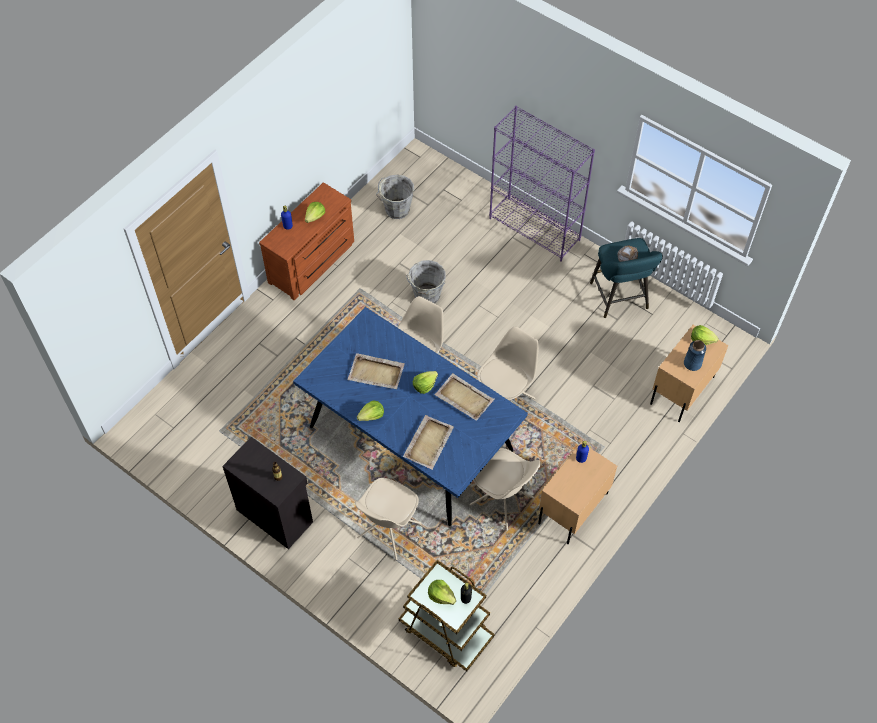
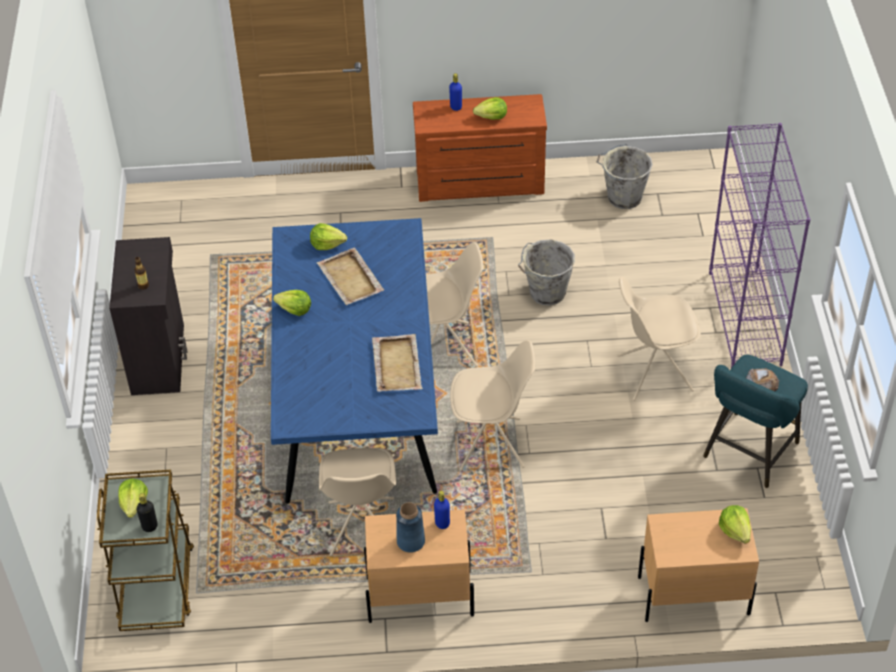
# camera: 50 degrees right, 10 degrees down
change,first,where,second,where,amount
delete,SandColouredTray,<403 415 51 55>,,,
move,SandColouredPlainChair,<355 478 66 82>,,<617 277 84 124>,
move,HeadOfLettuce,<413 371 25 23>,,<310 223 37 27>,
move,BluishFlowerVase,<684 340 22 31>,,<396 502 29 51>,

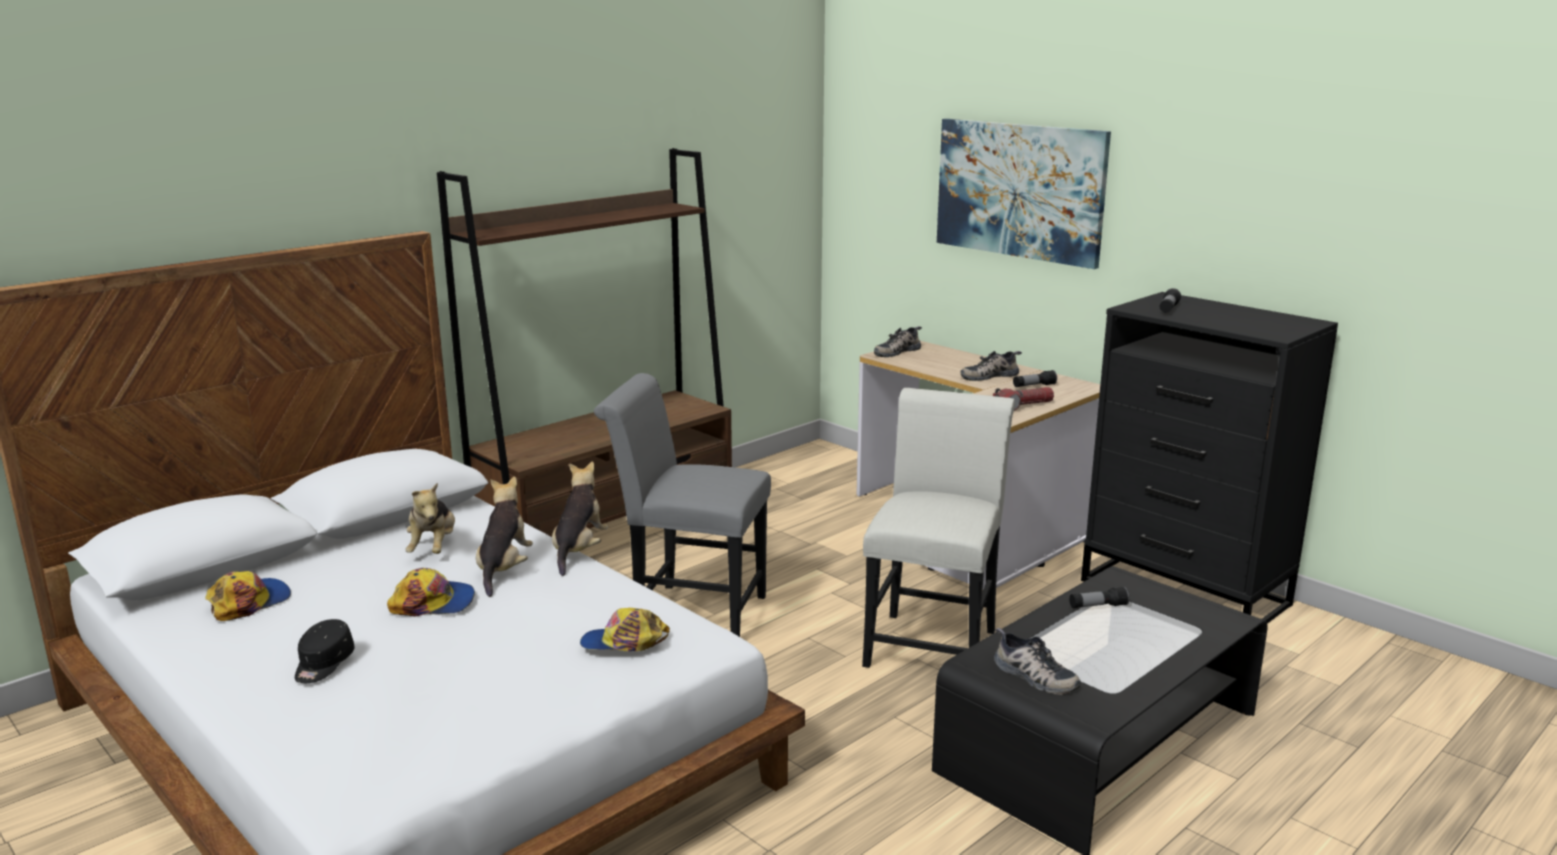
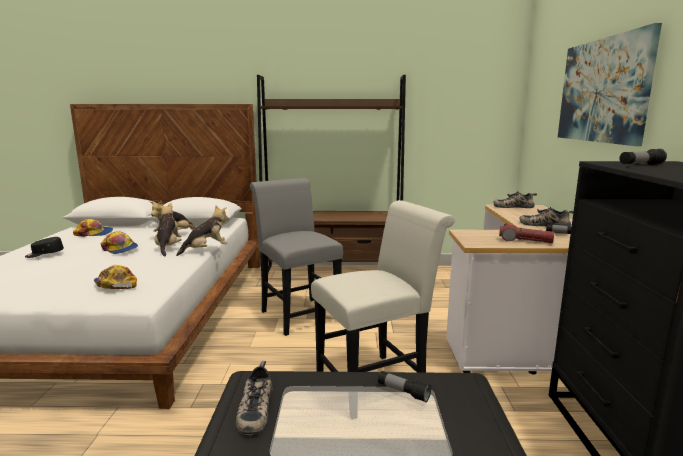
# camera: 45 degrees right, 5 degrees down
change,first,where,second,where,amount
rotate,CuddlyToy,<476 476 57 121>,,<155 203 27 53>,60 degrees counterclockwise

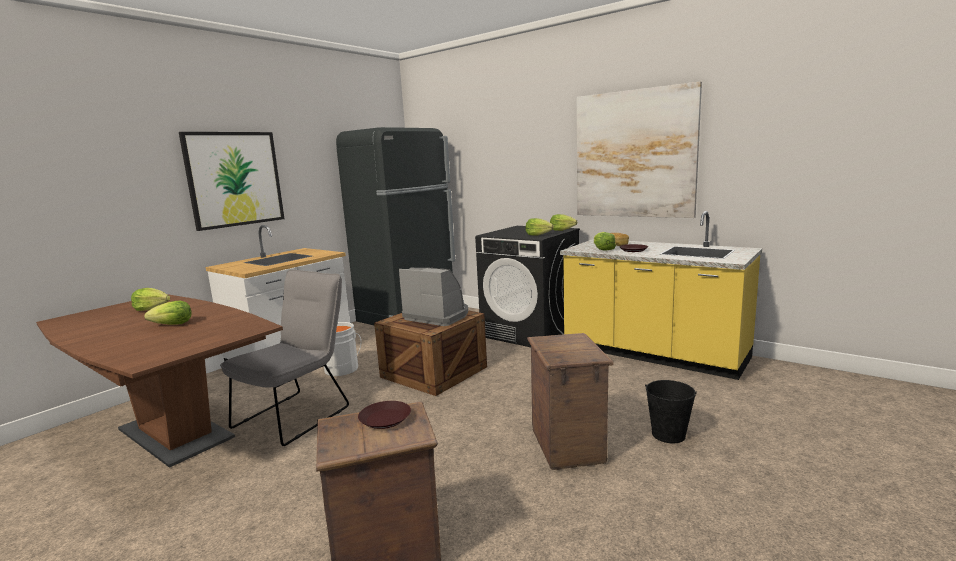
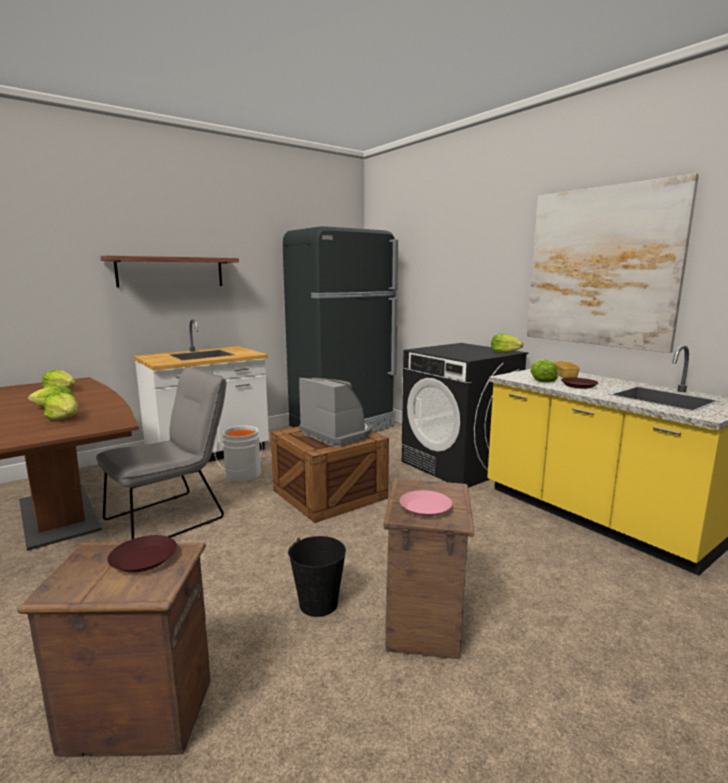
# camera: 15 degrees right, 0 degrees up
change,first,where,second,where,amount
insert,,,PinkDinnerPlate,<400 490 52 27>,
move,HeadOfLettuce,<526 218 28 18>,,<44 393 34 27>,
move,BlackColouredBucket,<645 380 52 63>,,<288 536 58 81>,
replace,WallPicture,<179 132 105 99>,BracketShelf,<100 255 139 32>,

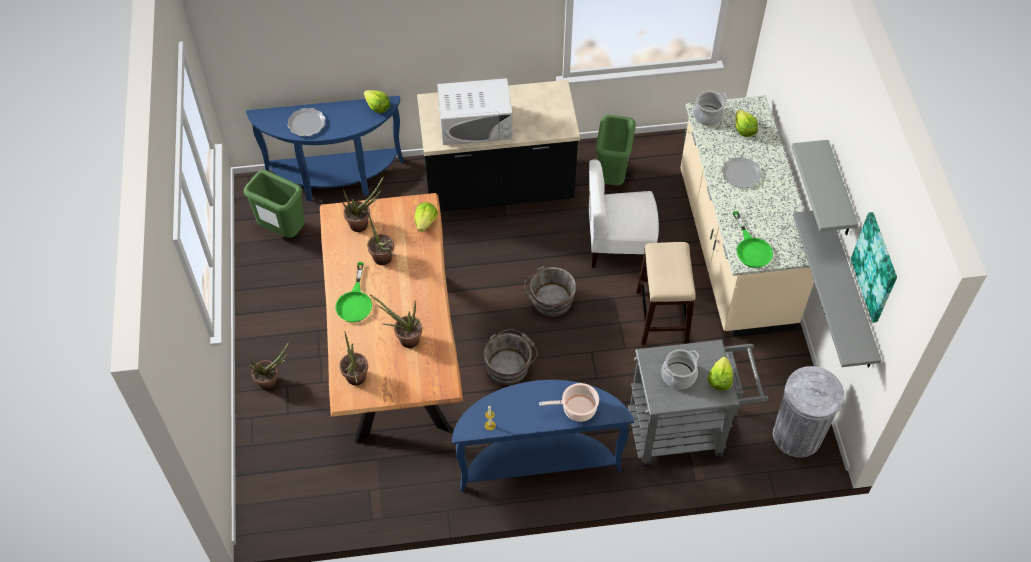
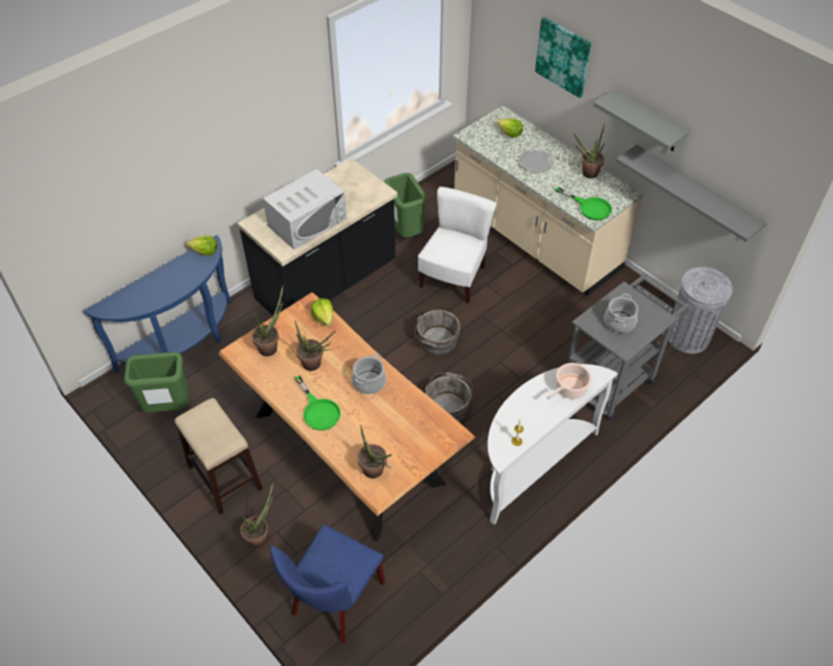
# camera: 35 degrees left, 5 degrees down
change,first,where,second,where,amount
delete,DinnerPlate,<287 108 39 28>,,,
delete,HeadOfLettuce,<707 357 26 34>,,,
insert,,,BluishPlainChair,<270 525 115 118>,
move,PlantInAPot,<370 295 52 53>,,<574 123 31 55>,
move,StoolSeat,<636 242 60 103>,,<175 398 88 117>,
move,Saucepot,<693 91 34 35>,,<352 353 34 41>,
move,WallPicture,<851 212 46 111>,,<535 17 56 81>,
recolor,BluishHallTable,<452 380 182 111>,WhitishHallTable,<487 364 131 161>,
rotate,WhitishPlainChair,<589 160 70 108>,,<418 187 78 116>,150 degrees clockwise

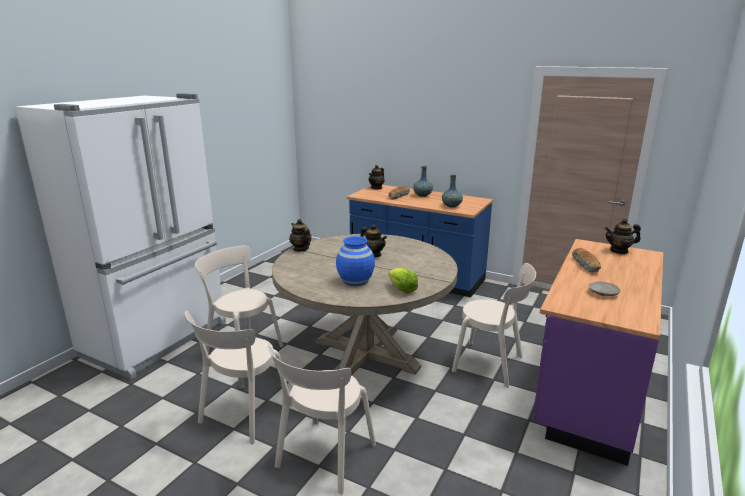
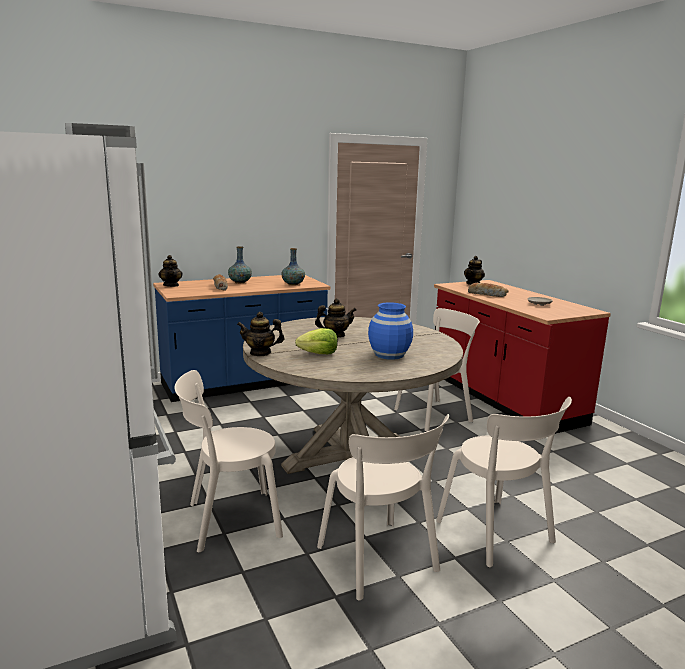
# camera: 55 degrees left, 5 degrees down
change,first,where,second,where,amount
move,HeadOfLettuce,<388 268 30 25>,,<295 328 43 26>,
recolor,PurplishKitchenCounter,<532 239 131 227>,RedColouredKitchenCounter,<434 280 177 154>,

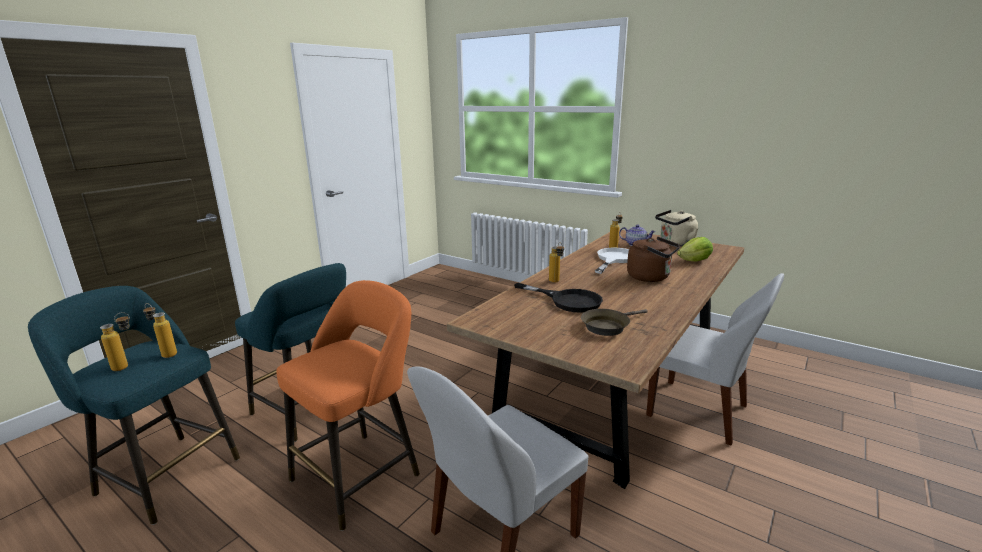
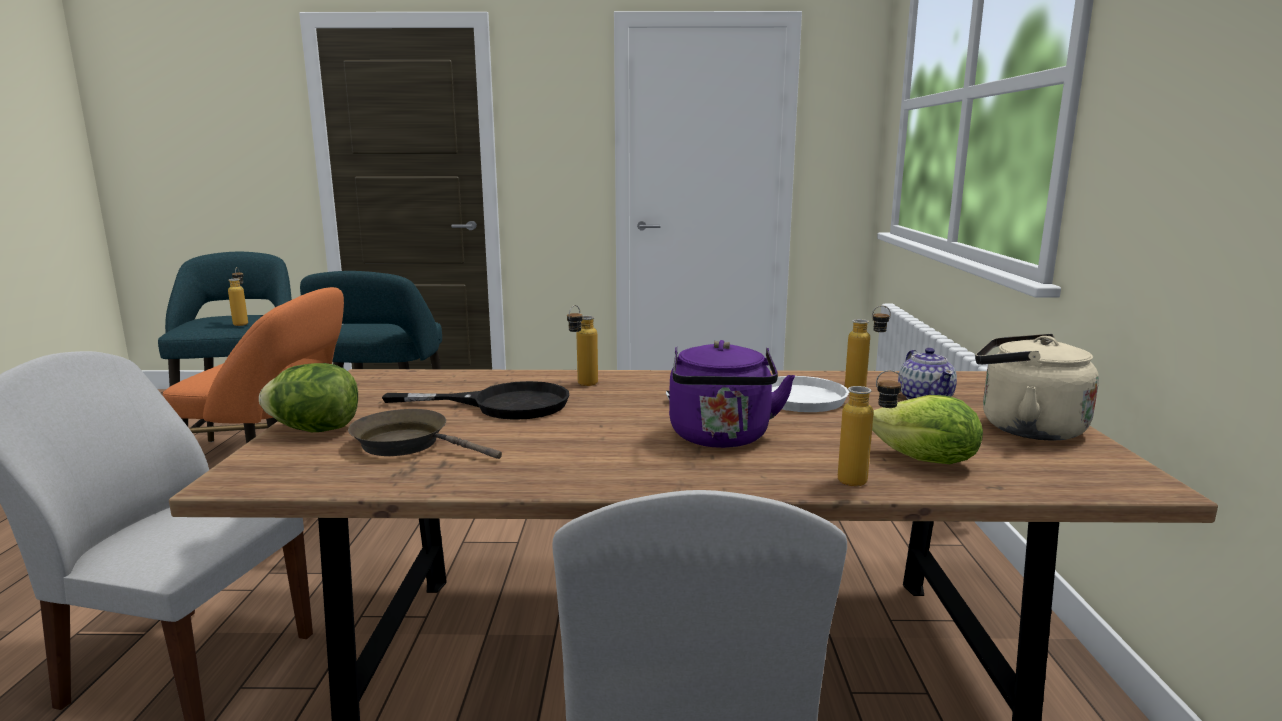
# camera: 55 degrees right, 5 degrees down
change,first,where,second,where,amount
insert,,,HeadOfLettuce,<259 363 99 69>,
move,DrinkBottle,<100 312 30 59>,,<838 370 66 116>,
recolor,BrownishWaterKettle,<627 237 53 45>,PurplishWaterKettle,<669 340 126 108>,
rotate,BlackColouredSkillet,<514 283 89 30>,,<382 381 187 39>,90 degrees counterclockwise

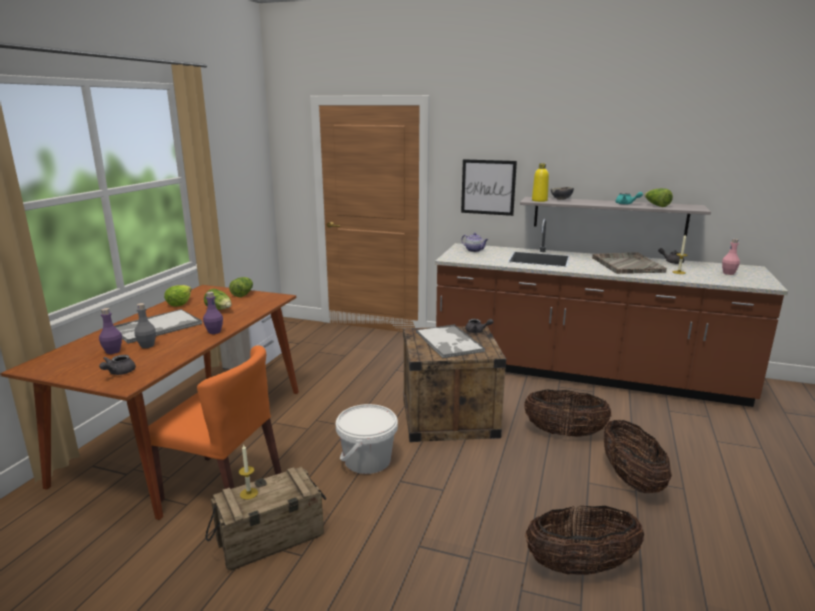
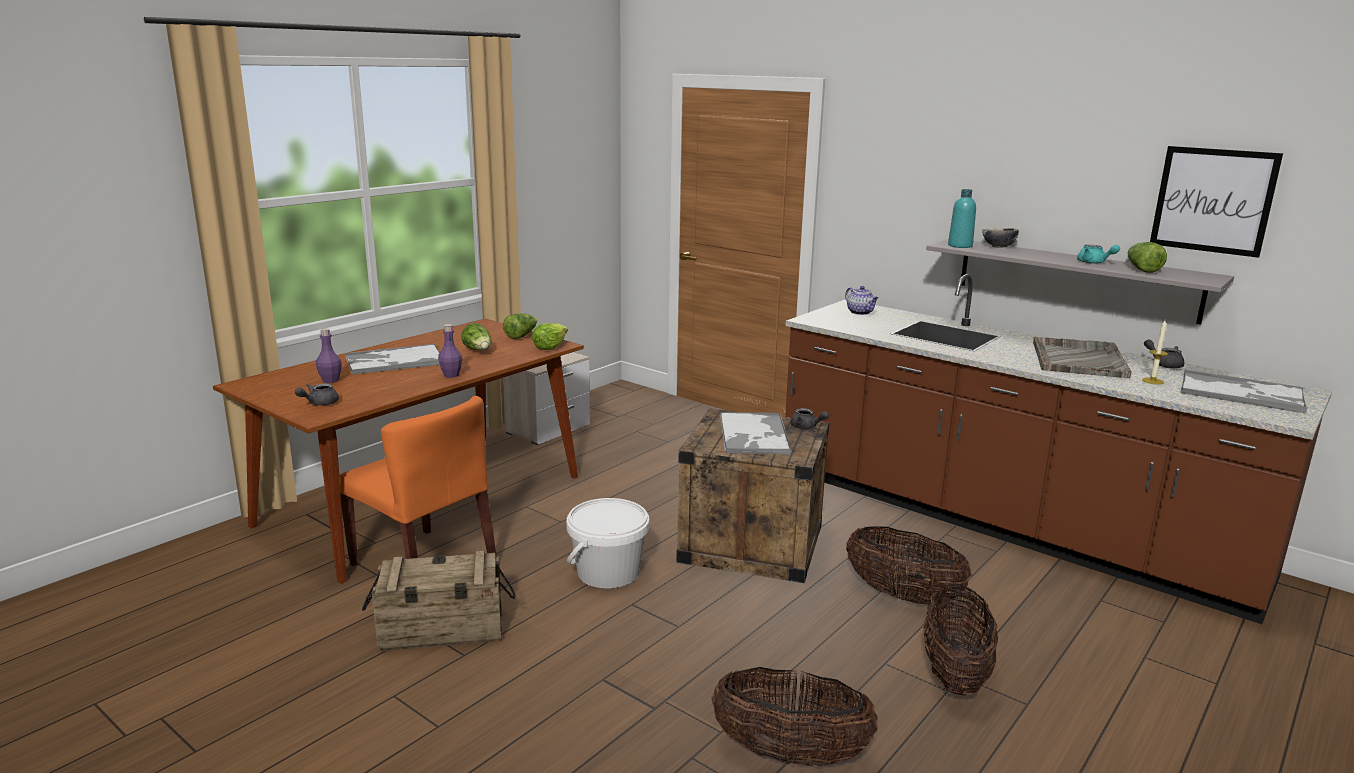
# camera: 20 degrees right, 0 degrees up
change,first,where,second,where,amount
delete,GreyDrinkBottle,<135 303 21 45>,,,
delete,WaxCandle,<239 444 19 56>,,,
move,HeadOfLettuce,<164 285 28 21>,,<532 323 36 27>,
move,WallPicture,<461 159 56 57>,,<1150 146 133 112>,
replace,PinkDrinkBottle,<722 238 18 37>,Tray,<1180 369 127 44>,
recolor,YellowColouredDrinkBottle,<532 164 17 38>,TurquoiseColouredDrinkBottle,<948 189 28 59>,

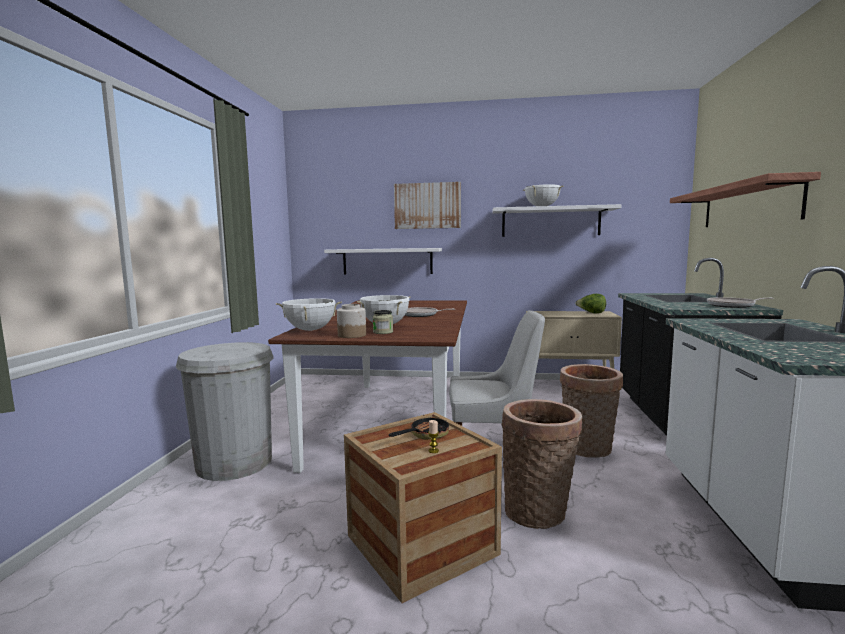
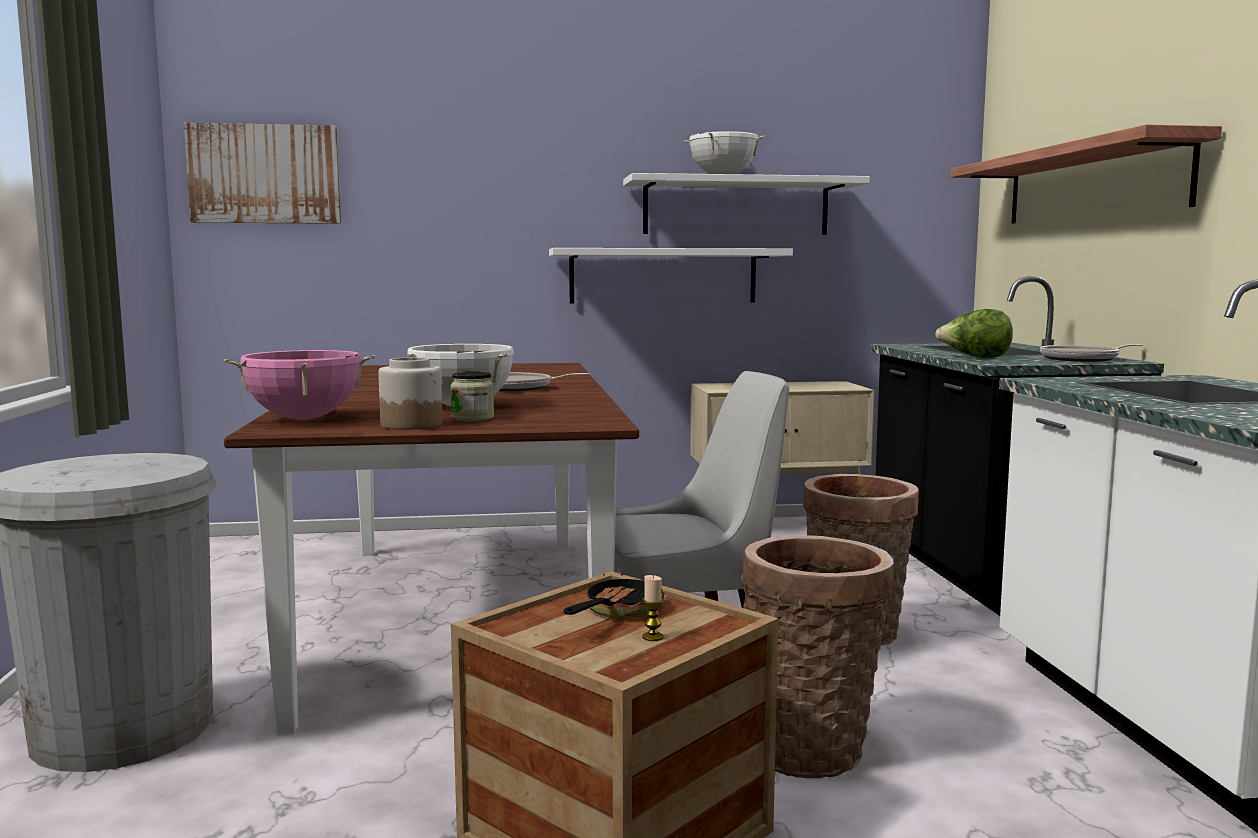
# camera: 15 degrees left, 0 degrees up
change,first,where,second,where,amount
move,WhitishBracketShelf,<324 248 118 27>,,<549 248 244 55>,
move,WallPicture,<394 182 67 47>,,<184 123 157 101>,
move,HeadOfLettuce,<575 294 31 19>,,<935 309 78 49>,
recolor,WhitishSaucepot,<276 298 66 33>,PinkSaucepot,<224 350 151 70>,

